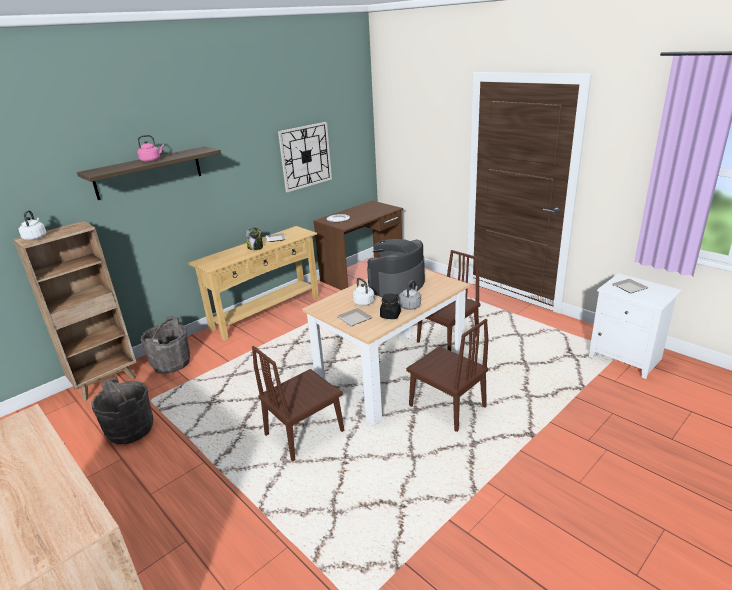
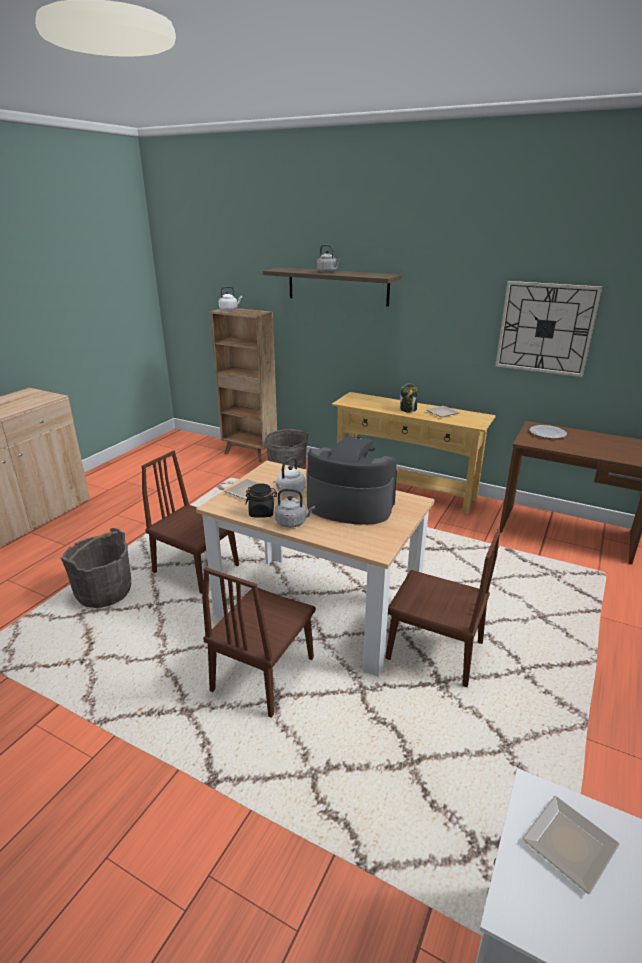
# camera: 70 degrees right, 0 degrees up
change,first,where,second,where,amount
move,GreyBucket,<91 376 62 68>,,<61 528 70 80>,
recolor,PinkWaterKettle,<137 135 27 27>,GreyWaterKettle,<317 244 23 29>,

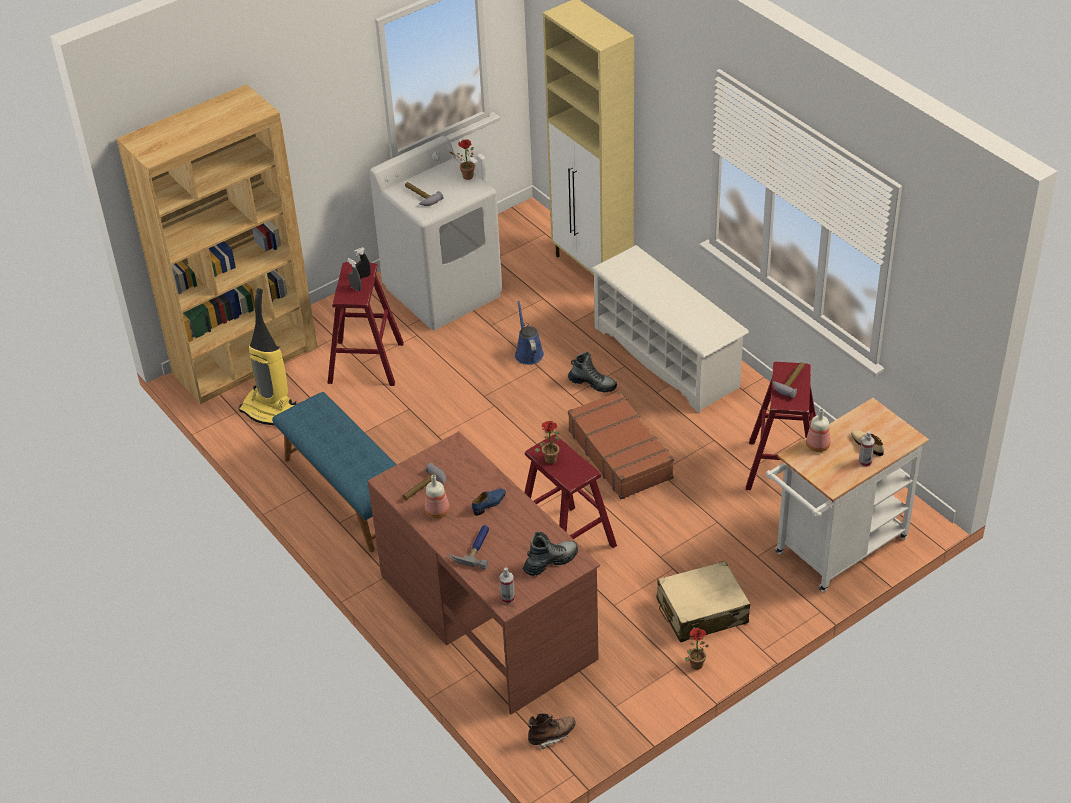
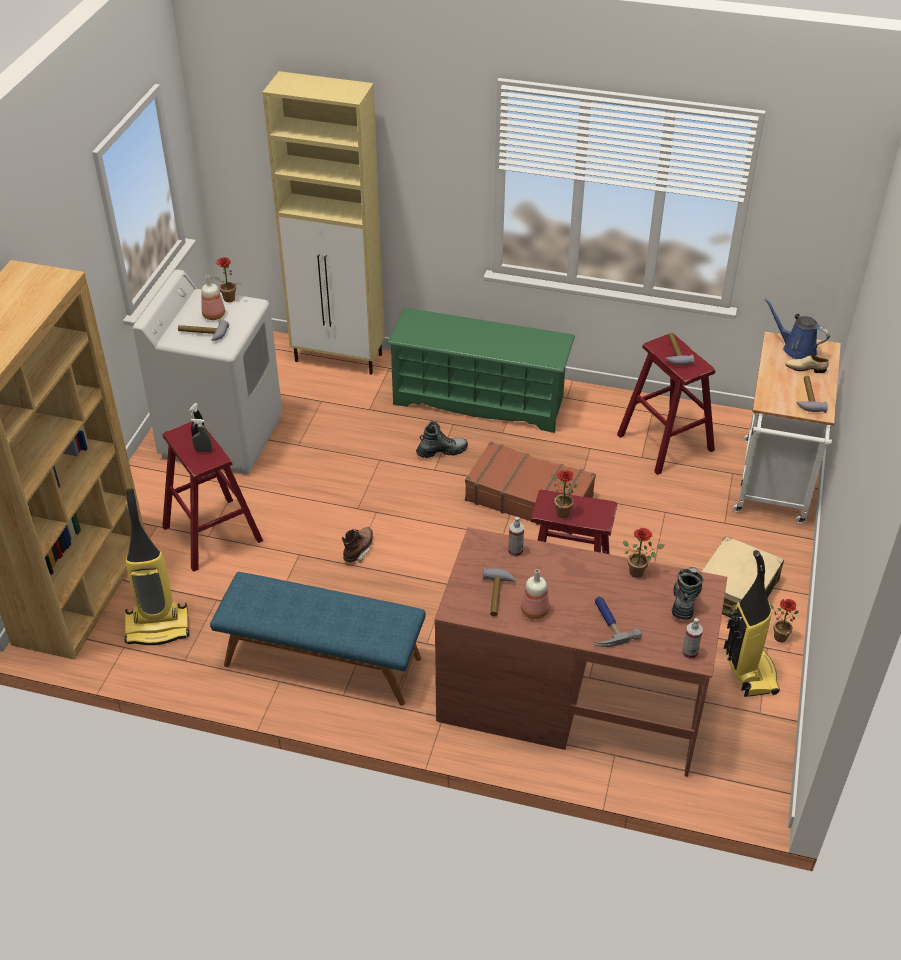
# camera: 40 degrees left, 0 degrees up
change,first,where,second,where,amount
delete,BluishLowShoe,<472 489 34 26>,,,
insert,,,PlantInAPot,<623 528 42 50>,
insert,,,VacuumCleaner,<724 550 56 147>,
insert,,,HandHammer,<796 376 32 37>,
move,BluishWateringPot,<515 301 29 64>,,<764 298 66 61>,
move,BrownishHighTopBoot,<528 713 48 37>,,<342 527 31 36>,
move,DrinkBottle,<806 409 25 43>,,<202 275 23 45>,
move,HandSprayer,<859 431 16 36>,,<508 517 16 40>,
recolor,WhitishShoeRack,<591 245 158 168>,GreenShoeRack,<387 308 188 125>,

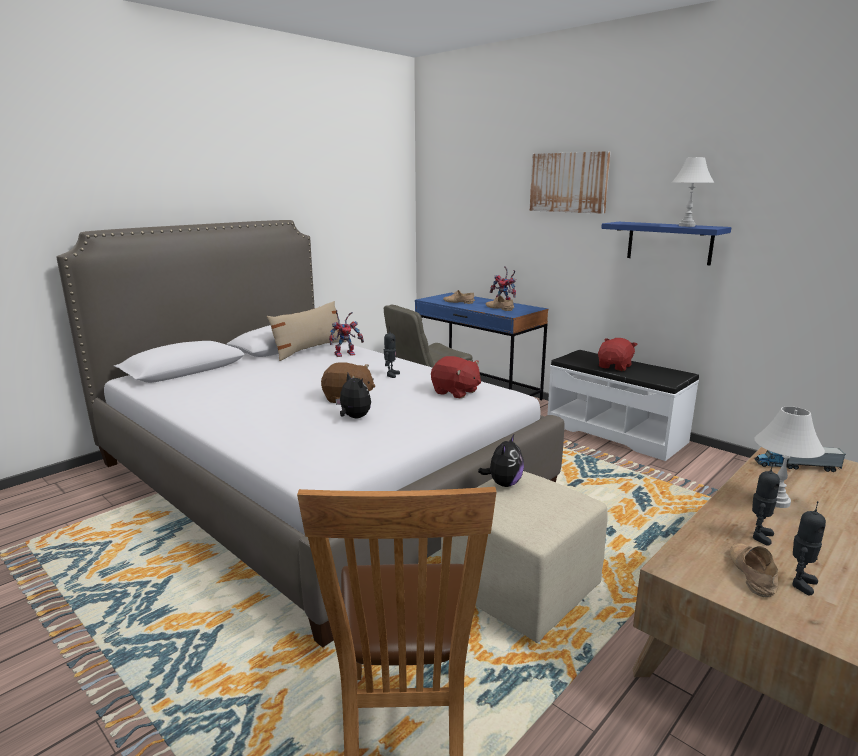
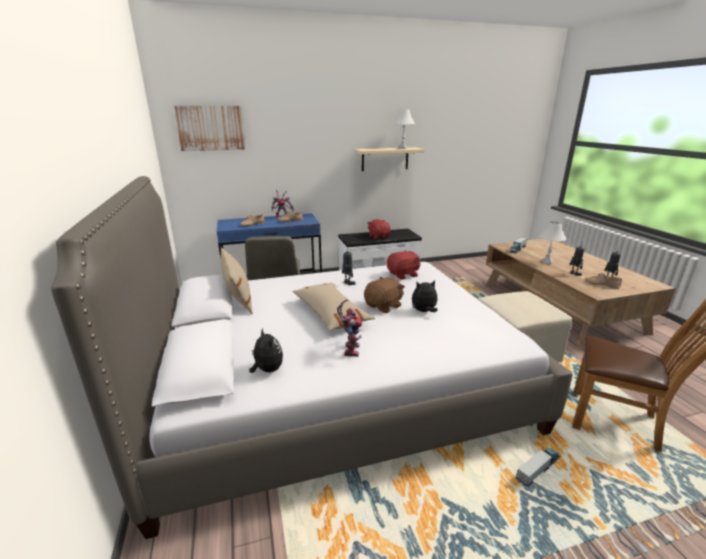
# camera: 60 degrees left, 5 degrees up
change,first,where,second,where,amount
insert,,,SandColouredPillow,<292 282 83 48>,
insert,,,ToyLorry,<516 448 44 39>,
move,ToyRobot,<329 310 35 47>,,<337 299 25 58>,
move,CuddlyToy,<478 435 46 52>,,<249 328 34 45>,
move,WallPicture,<530 151 81 63>,,<174 106 72 45>,
recolor,BluishBracketShelf,<601 222 131 43>,SandColouredBracketShelf,<354 147 71 24>,

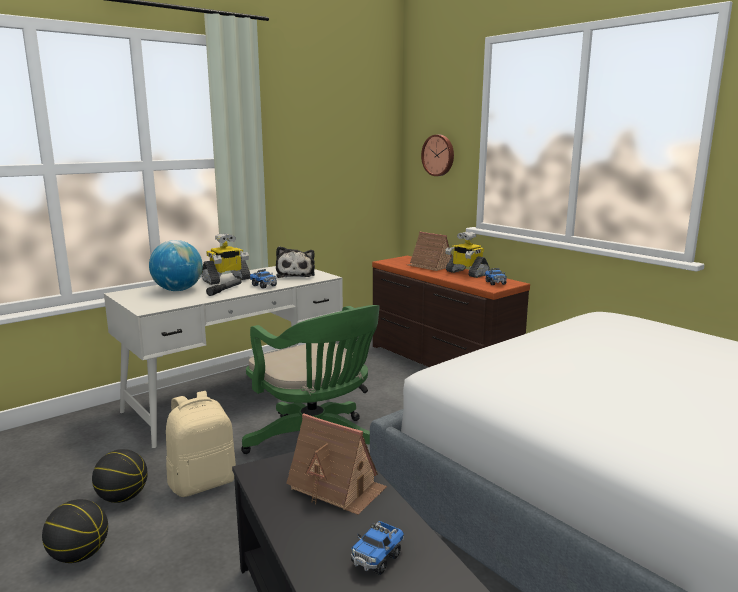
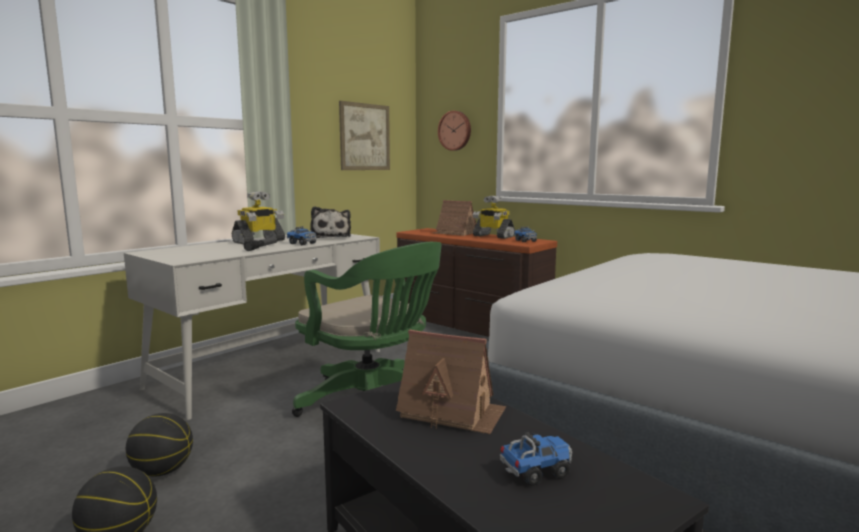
# camera: 10 degrees left, 5 degrees down
change,first,where,second,where,amount
delete,Globe,<149 240 54 51>,,,
delete,SandColouredKnapsack,<166 391 70 106>,,,
insert,,,WallPicture,<339 101 51 69>,
rotate,ToyLorry,<351 521 53 54>,,<499 432 73 54>,135 degrees counterclockwise

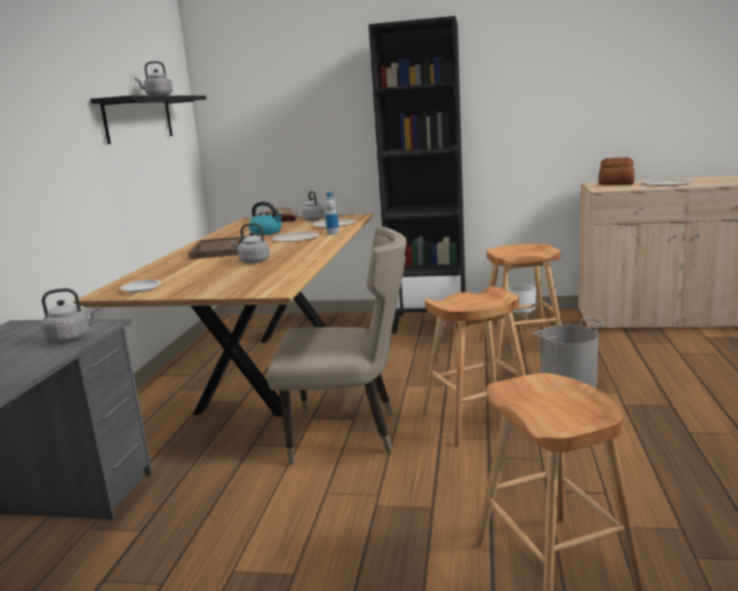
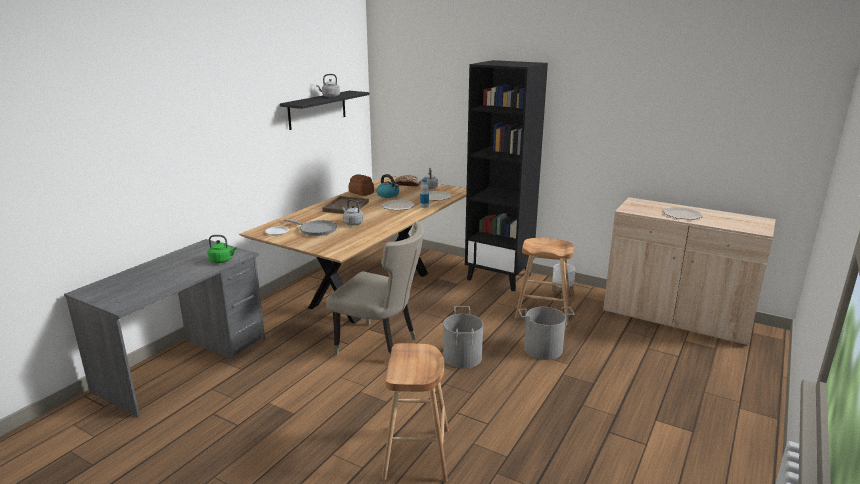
# camera: 20 degrees right, 5 degrees up
change,first,where,second,where,amount
insert,,,GreySkillet,<284 219 53 17>,
move,BakeryBread,<598 157 37 28>,,<348 174 26 22>,
replace,BrownishStoolSeat,<422 286 104 161>,GreyBucket,<443 306 40 62>,
recolor,GreyWaterKettle,<41 288 58 55>,GreenWaterKettle,<208 235 29 28>,

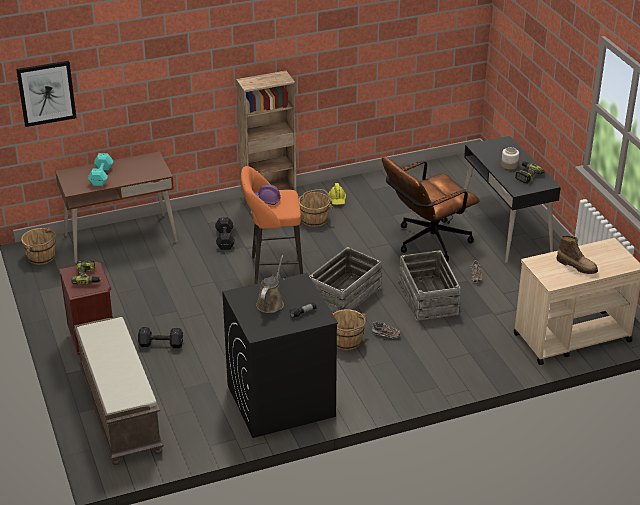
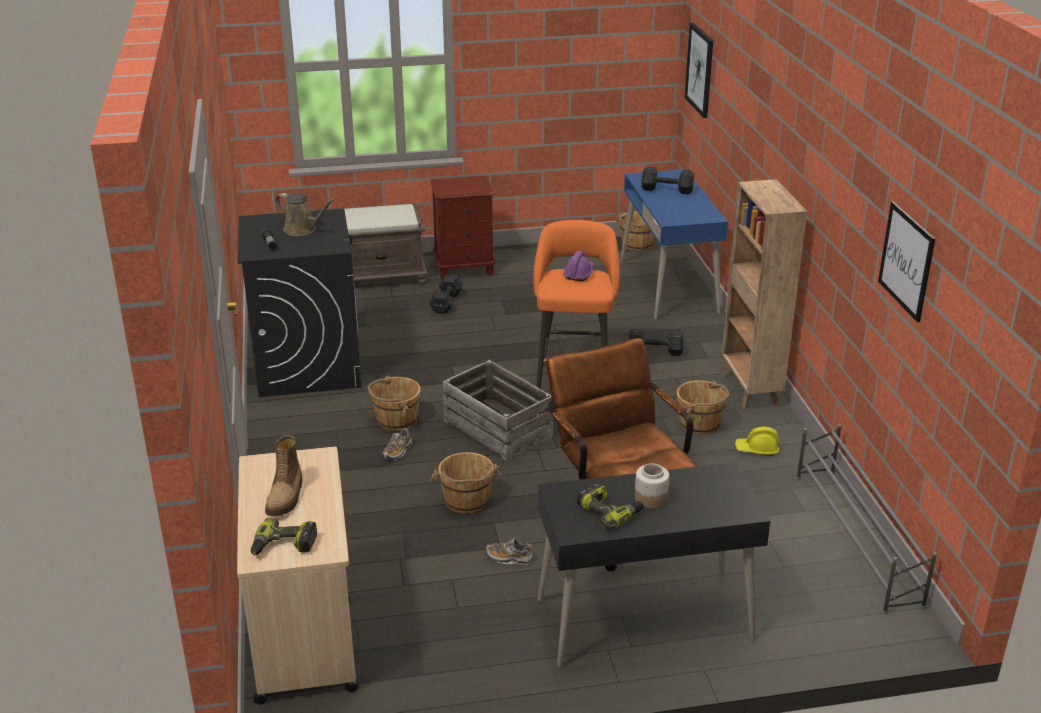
# camera: 100 degrees right, 5 degrees down
change,first,where,second,where,amount
insert,,,GreyShoeRack,<796 424 141 190>,
insert,,,WallPicture,<878 201 57 121>,
move,ElectricDrill,<71 260 30 24>,,<251 517 66 38>,
replace,Crate,<398 250 63 71>,BrownishBucket,<430 452 72 61>,
recolor,BrownishDeskTable,<55 151 123 112>,BluishDeskTable,<620 169 108 151>,
recolor,TurquoiseColouredFreeWeight,<88 153 25 33>,BlackColouredFreeWeight,<642 167 52 27>,
rotate,HighTopBoot,<556 235 42 39>,,<265 435 37 82>,45 degrees counterclockwise

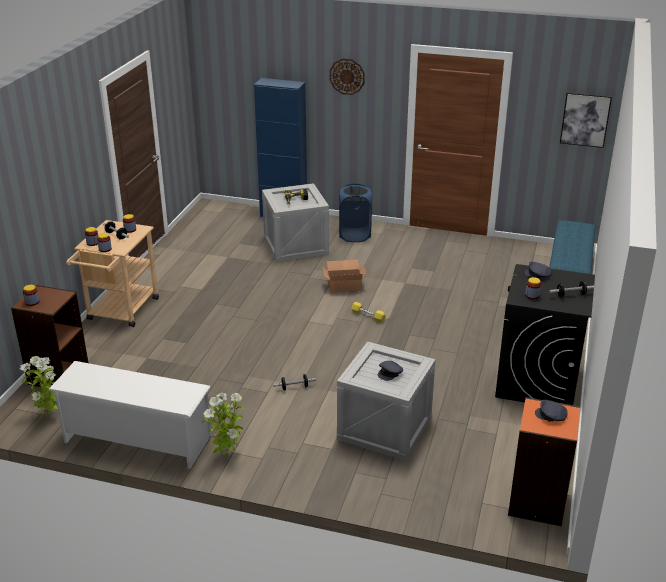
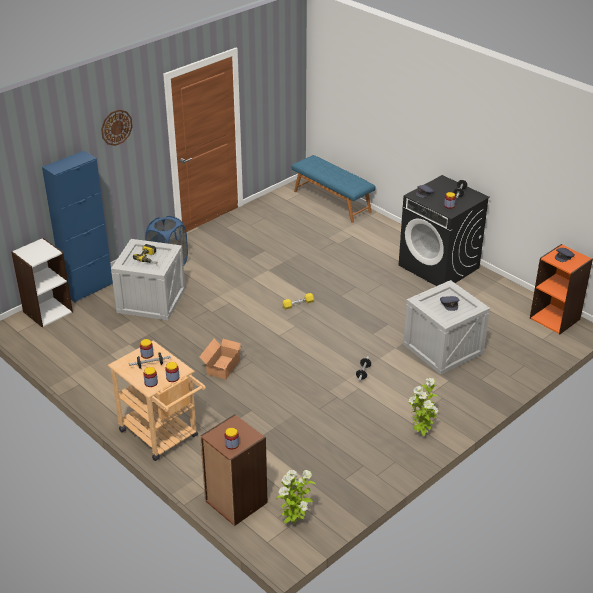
# camera: 60 degrees left, 5 degrees up
change,first,where,second,where,amount
delete,WhitishShoeRack,<48 361 164 108>,,,
delete,WallPicture,<560 92 52 56>,,,
insert,,,WhitishBookcase,<11 238 62 89>,
move,Carton,<323 260 43 33>,,<199 339 44 41>,

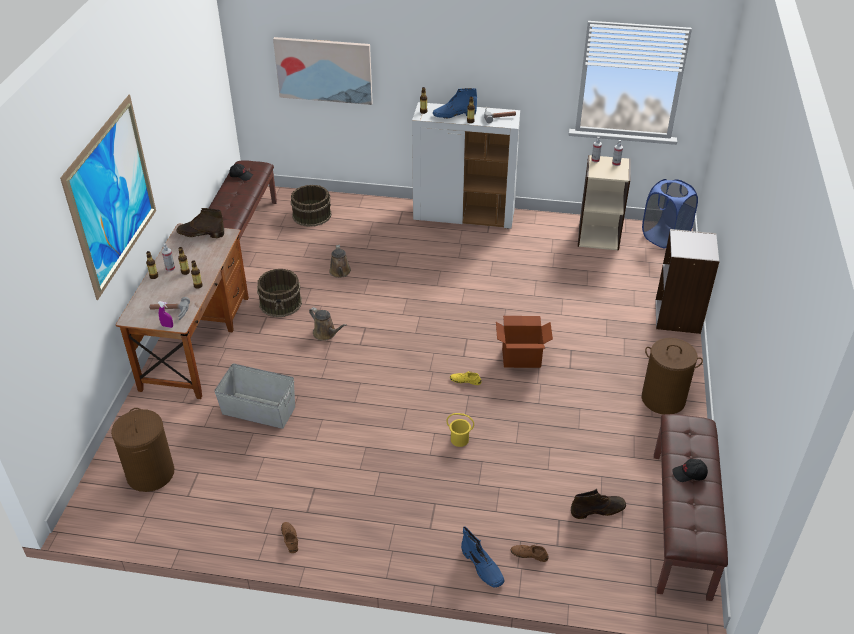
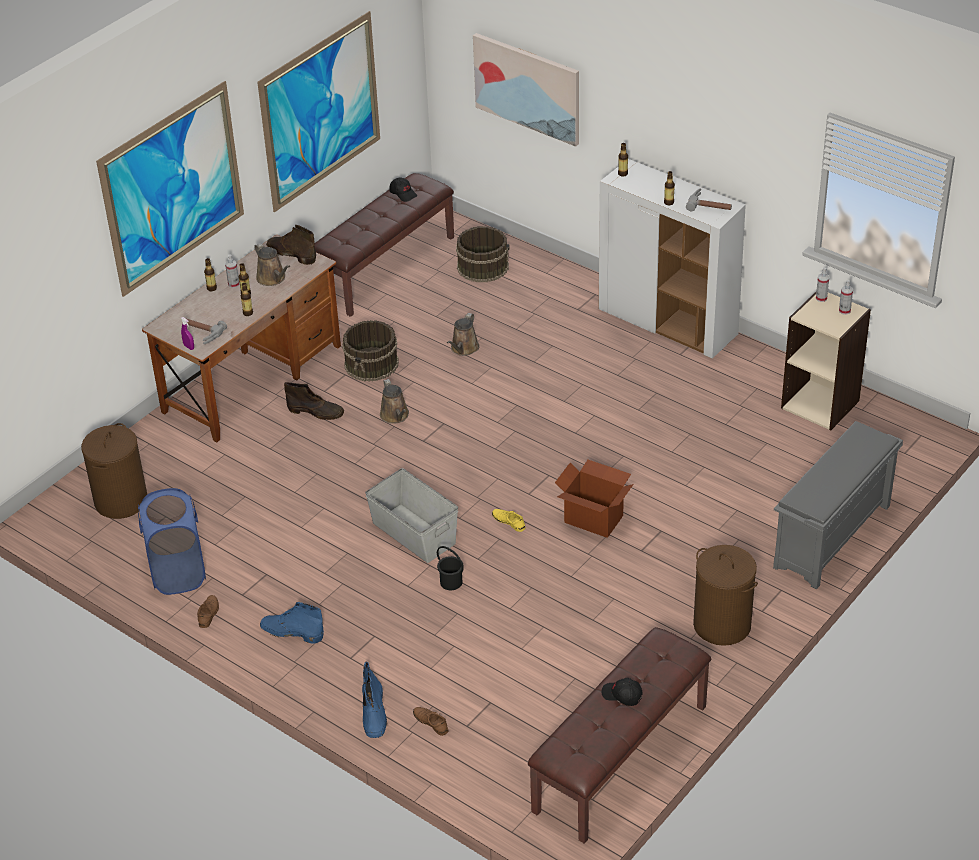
# camera: 30 degrees right, 0 degrees up
change,first,where,second,where,amount
insert,,,BrownishWateringPot,<254 243 36 43>,
insert,,,WallPicture,<257 11 123 201>,
move,GreyStorageBox,<214 364 81 65>,,<365 468 93 95>,
move,BluishHighTopBoot,<433 88 44 30>,,<260 602 64 41>,
move,BrownishHighTopBoot,<571 489 55 30>,,<284 382 60 38>,
move,BluishWashingBasket,<642 179 56 69>,,<138 488 68 107>,
replace,GreyBookcase,<655 229 65 105>,GreyShoeRack,<773 421 130 168>,
recolor,YellowColouredBucket,<446 413 28 34>,BlackColouredBucket,<437 546 27 44>,

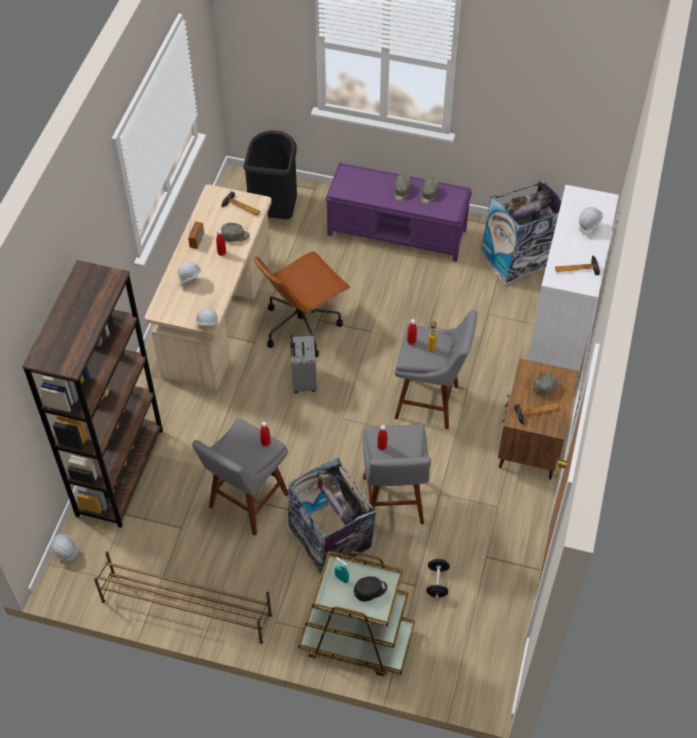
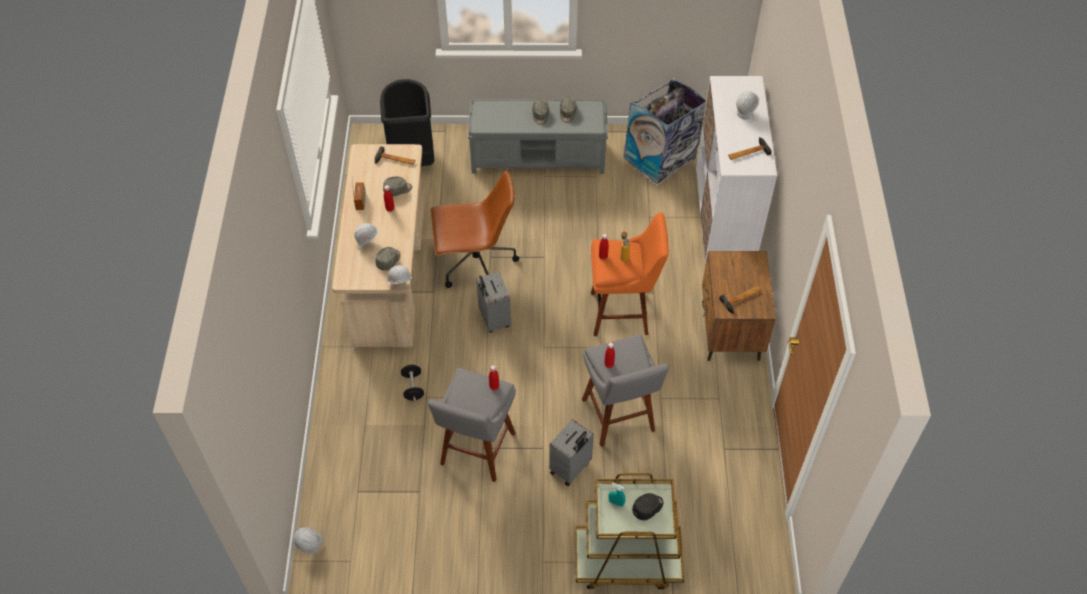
# camera: 15 degrees left, 0 degrees up
change,first,where,second,where,amount
delete,BrownishBookcase,<22 260 141 268>,,,
delete,BrownishShoeRack,<94 551 178 93>,,,
move,BlackColouredFreeWeight,<426 557 24 43>,,<401 364 23 37>,
move,GreyPeakedCap,<533 373 25 23>,,<376 247 25 23>,
replace,WasteBin,<287 457 91 118>,GreyPieceOfLuggage,<549 419 45 67>,
recolor,PurplishIndoorBench,<325 162 147 100>,GreyIndoorBench,<468 99 140 75>,
recolor,GreyStoolSeat,<394 310 83 119>,OrangeStoolSeat,<591 213 78 123>,
rotate,BrownishOfficeChair,<254 251 96 106>,,<431 170 88 118>,135 degrees counterclockwise

